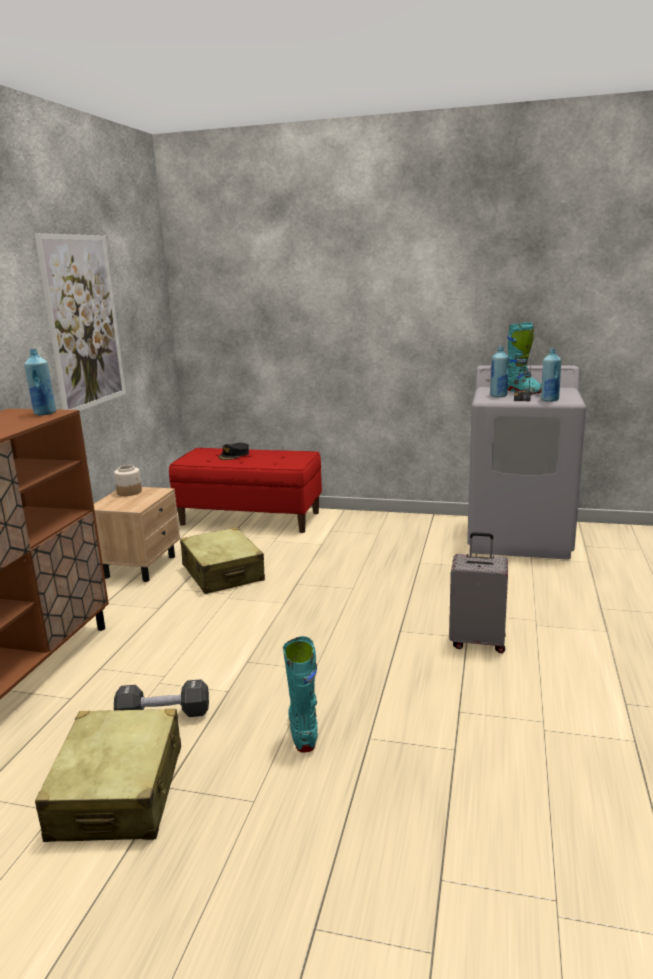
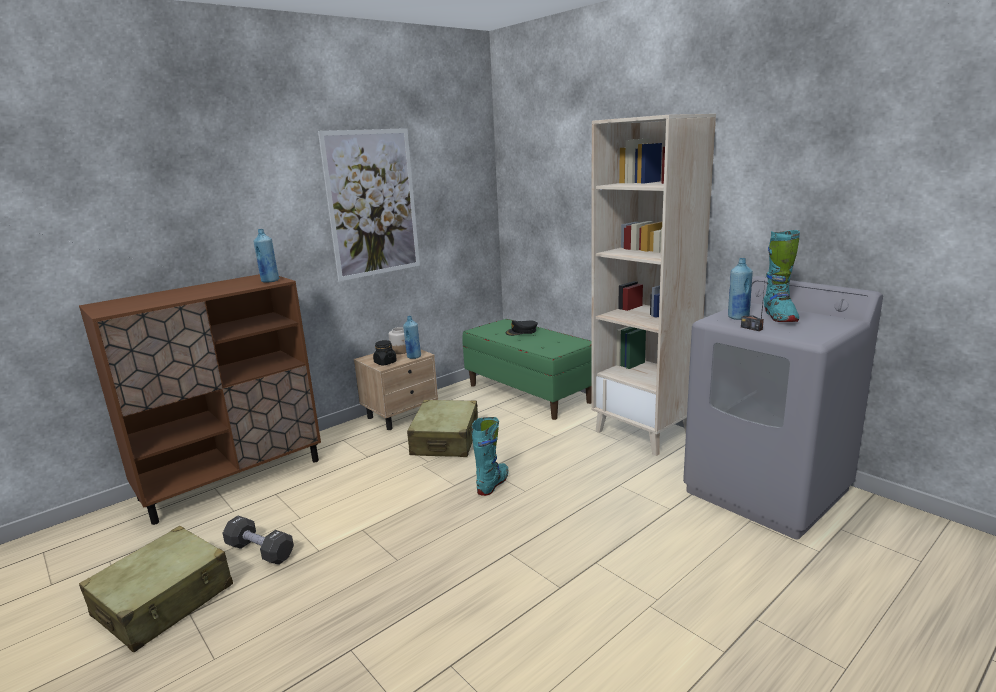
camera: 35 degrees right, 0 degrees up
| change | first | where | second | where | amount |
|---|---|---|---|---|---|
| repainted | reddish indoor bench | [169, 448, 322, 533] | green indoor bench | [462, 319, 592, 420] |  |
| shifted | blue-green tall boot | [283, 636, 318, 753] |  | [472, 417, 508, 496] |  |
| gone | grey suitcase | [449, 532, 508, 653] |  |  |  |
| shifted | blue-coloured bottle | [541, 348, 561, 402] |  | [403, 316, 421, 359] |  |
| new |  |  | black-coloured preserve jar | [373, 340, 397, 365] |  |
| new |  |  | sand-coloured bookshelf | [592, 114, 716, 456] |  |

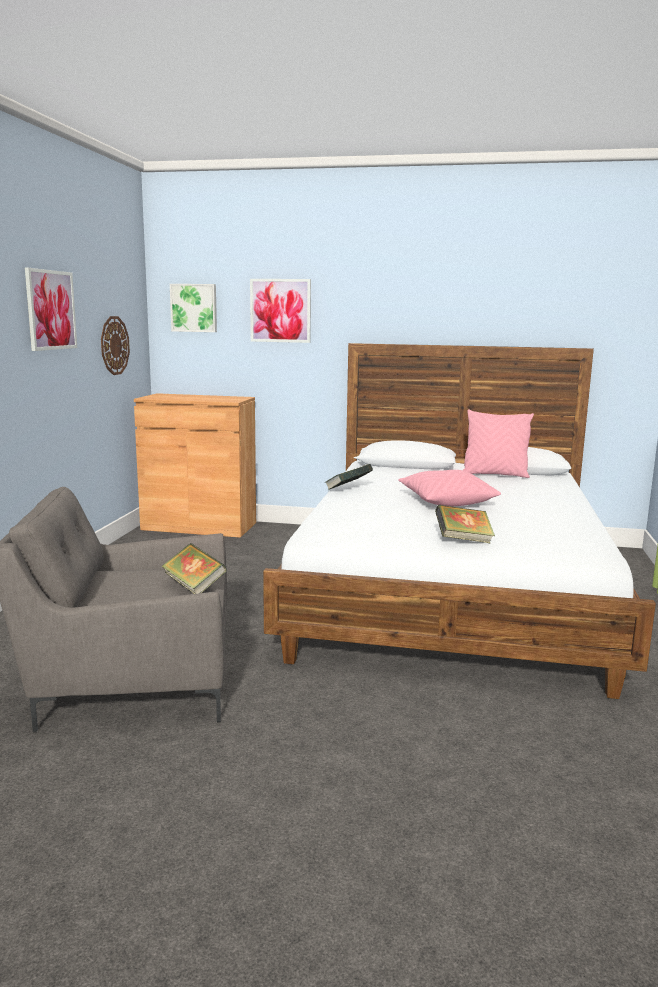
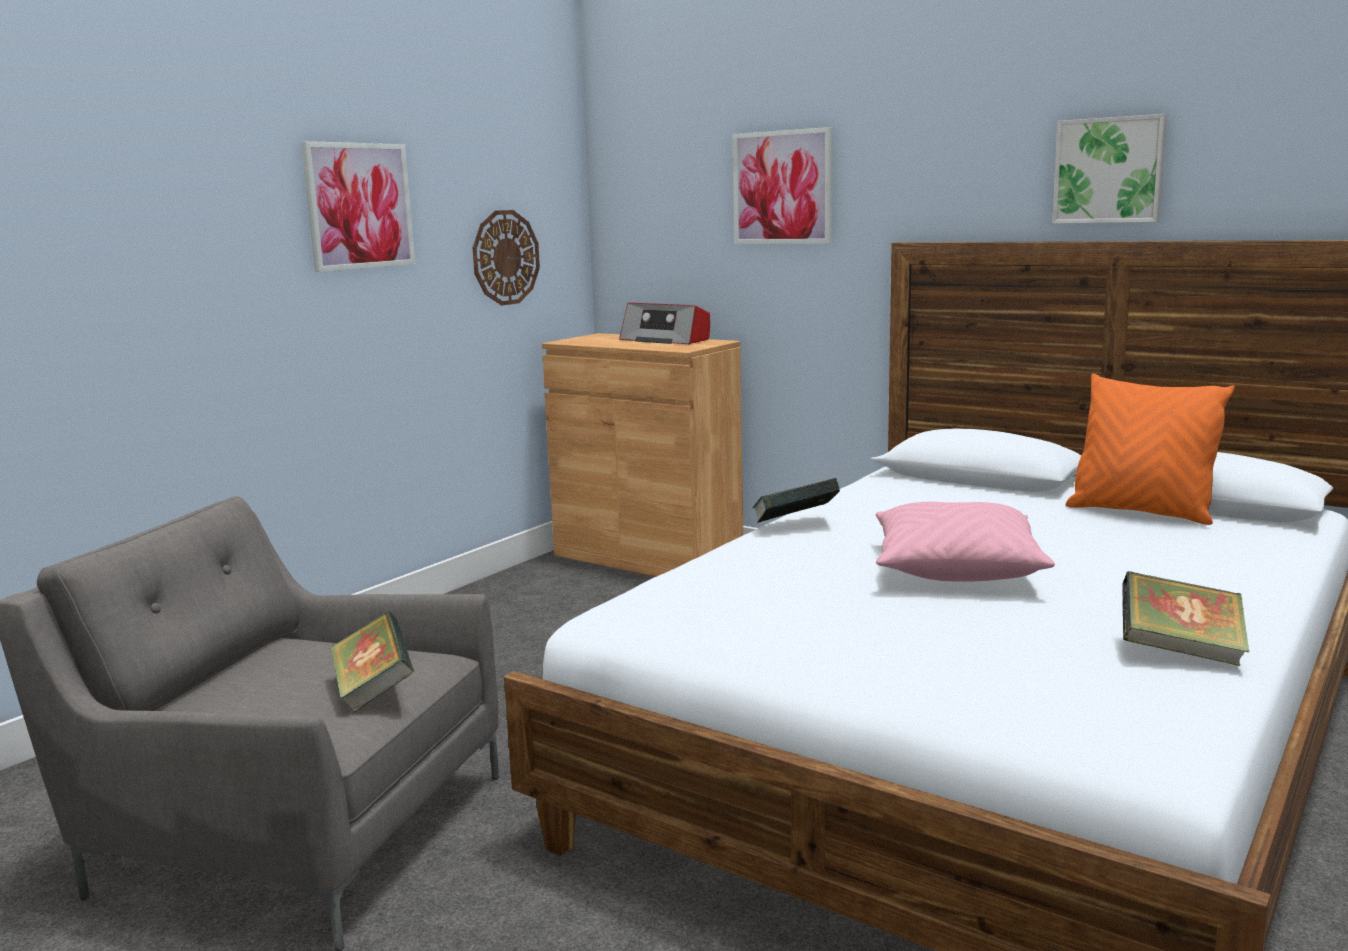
camera: 25 degrees right, 0 degrees up
| change | first | where | second | where | amount |
|---|---|---|---|---|---|
| shifted | wall picture | [170, 284, 217, 332] |  | [1052, 114, 1167, 224] |  |
| shifted | volume | [435, 505, 495, 543] |  | [1122, 571, 1250, 666] |  |
| repainted | pinkish throw pillow | [463, 409, 534, 478] | orange throw pillow | [1066, 373, 1235, 525] |  |
| new |  |  | radio receiver | [619, 303, 710, 344] |  |

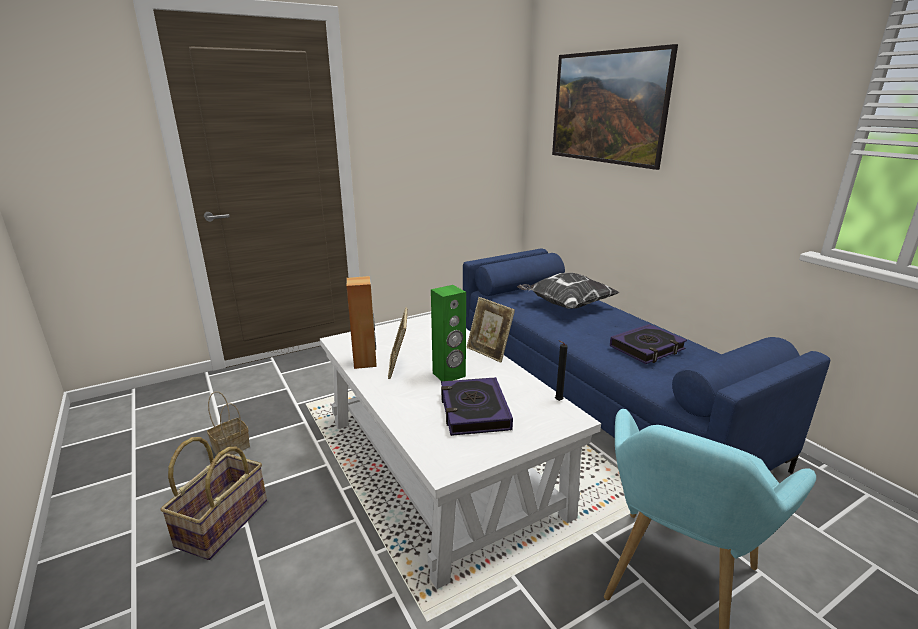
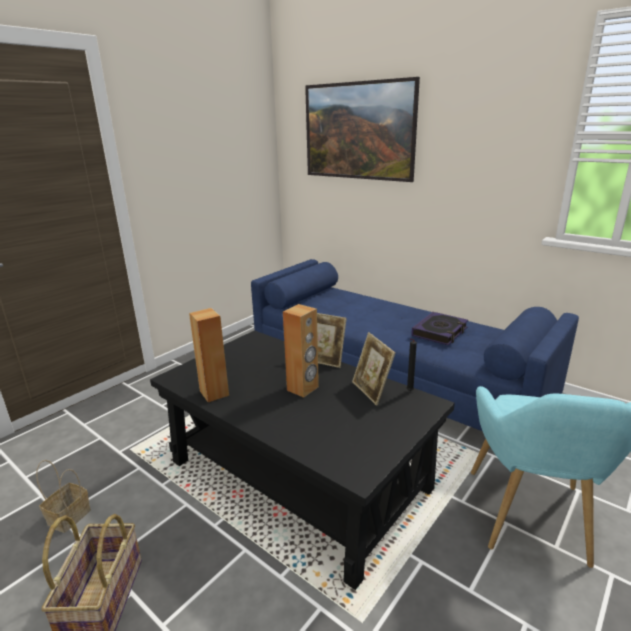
camera: 20 degrees left, 0 degrees up
| change | first | where | second | where | amount |
|---|---|---|---|---|---|
| repainted | whitish low table | [320, 314, 601, 589] | black-coloured low table | [150, 330, 455, 590] |  |
| shifted | standing frame | [388, 308, 407, 379] |  | [352, 332, 395, 405] |  |
| repainted | green speaker | [431, 285, 466, 381] | brown speaker | [283, 304, 319, 398] |  |
| gone | volume | [441, 377, 513, 436] |  |  |  |
| gone | throw pillow | [517, 273, 620, 309] |  |  |  |

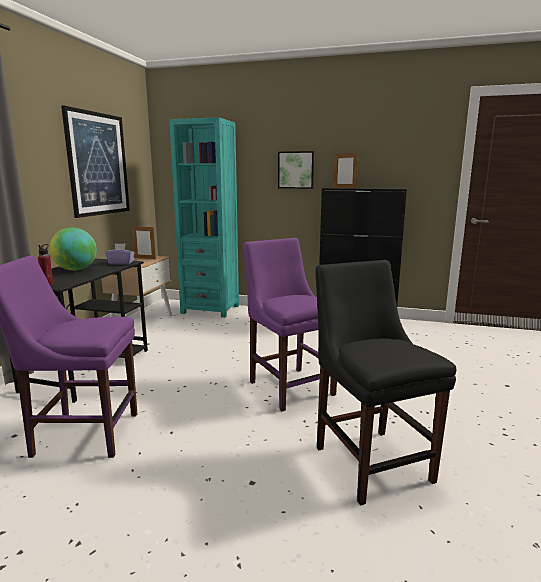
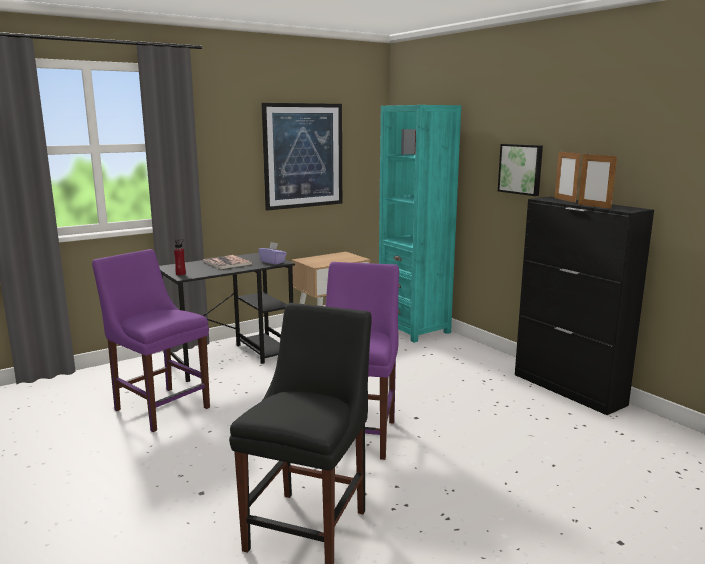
camera: 40 degrees right, 0 degrees up
| change | first | where | second | where | amount |
|---|---|---|---|---|---|
| swapped | globe | [49, 228, 97, 271] | volume | [203, 255, 252, 270] |  |
| shifted | standing frame | [132, 225, 156, 259] |  | [578, 153, 617, 209] |  |

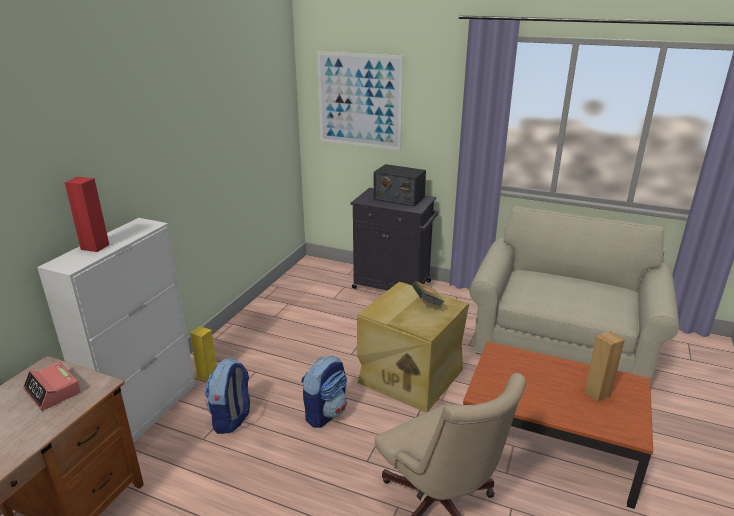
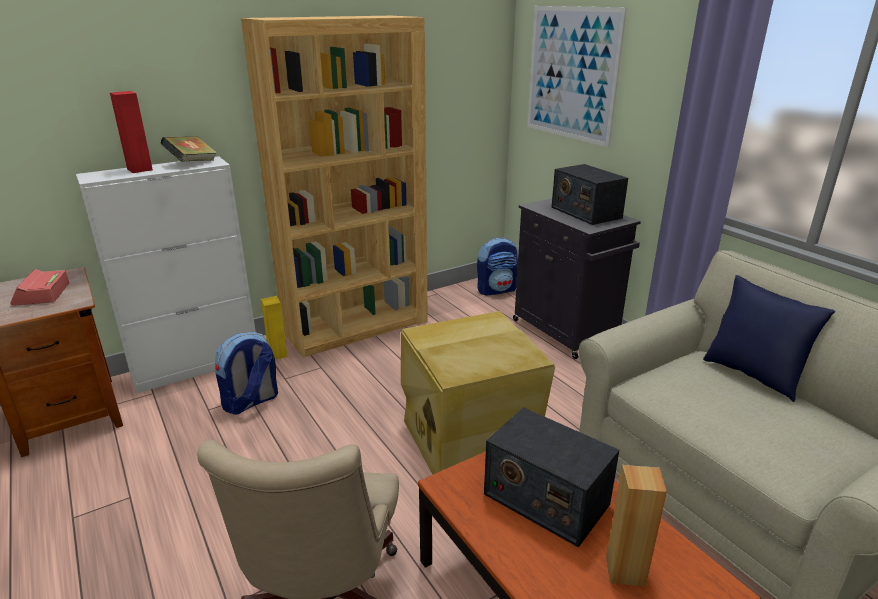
camera: 35 degrees right, 0 degrees up
| change | first | where | second | where | amount |
|---|---|---|---|---|---|
| shifted | rucksack | [301, 356, 347, 428] |  | [477, 238, 518, 295] |  |
| shifted | volume | [412, 281, 445, 307] |  | [161, 137, 217, 161] |  |
| new |  |  | brown bookshelf | [241, 16, 428, 358] |  |
| new |  |  | radio receiver | [484, 407, 619, 548] |  |
| new |  |  | blue-coloured throw pillow | [703, 275, 835, 402] |  |

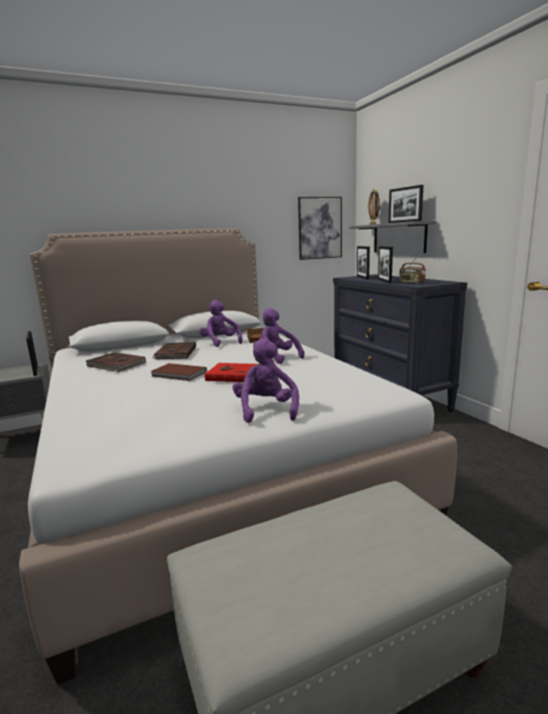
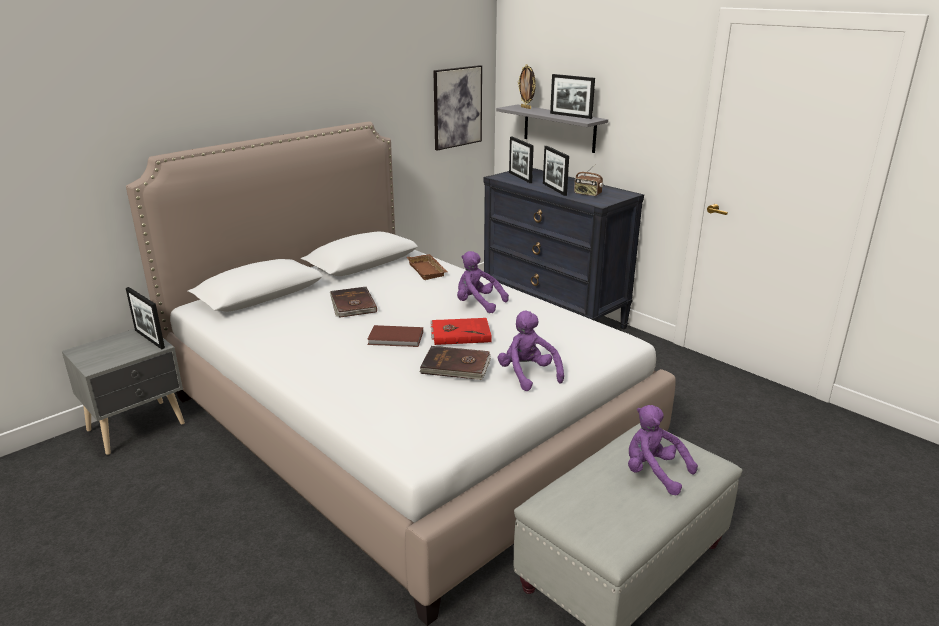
camera: 20 degrees left, 10 degrees up
| change | first | where | second | where | amount |
|---|---|---|---|---|---|
| shifted | brown volume | [86, 352, 146, 372] |  | [419, 346, 491, 380] |  |
| shifted | purplish soft toy | [199, 300, 243, 347] |  | [628, 405, 698, 495] |  |

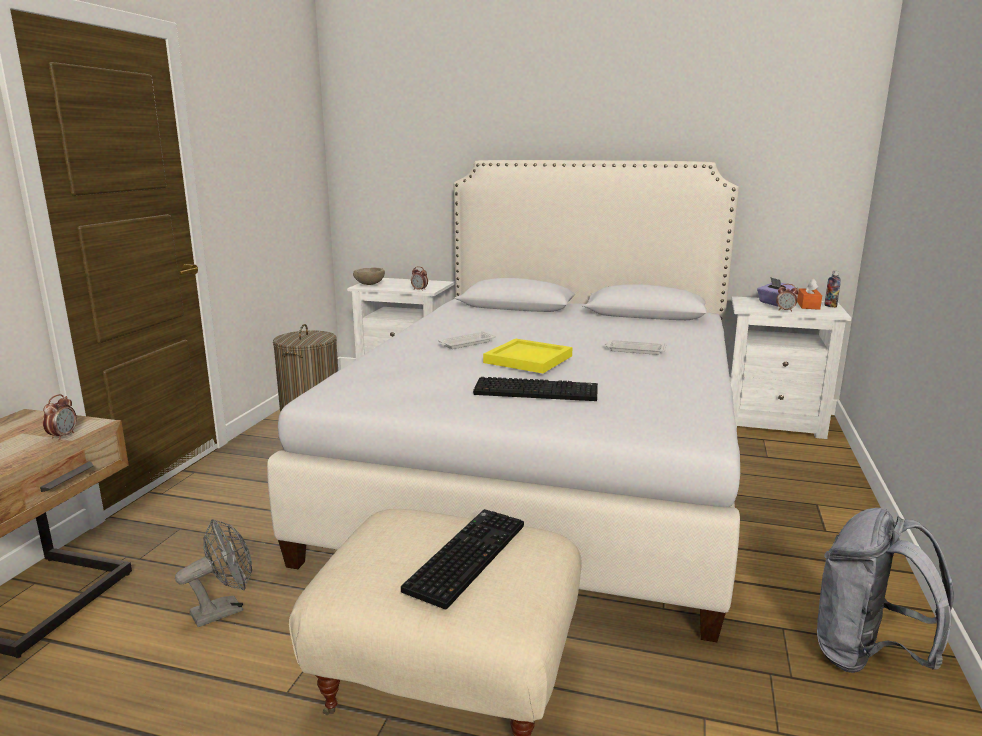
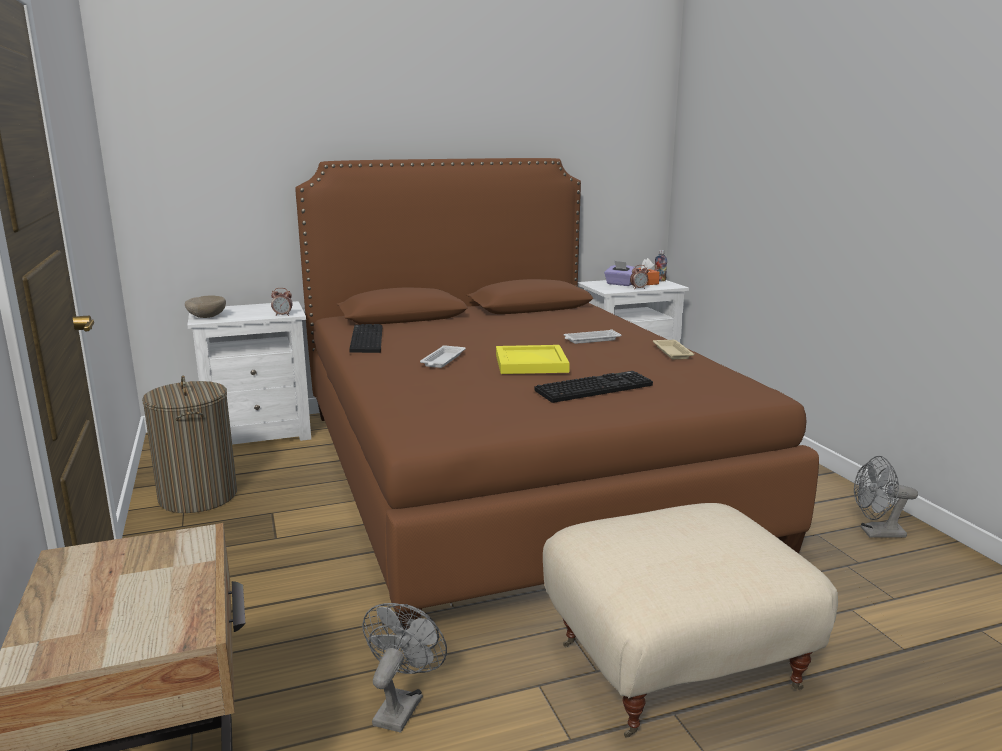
camera: 35 degrees left, 0 degrees up
| change | first | where | second | where | amount |
|---|---|---|---|---|---|
| gone | alarm clock | [43, 394, 77, 441] |  |  |  |
| repainted | whitish bed | [267, 160, 740, 642] | brown bed | [295, 158, 819, 629] |  |
| shifted | PC keyboard | [401, 509, 524, 610] |  | [349, 324, 382, 353] |  |
| swapped | grey rucksack | [817, 508, 955, 673] | grey fan | [854, 456, 918, 538] |  |
| new |  |  | sand-coloured carrying tray | [653, 340, 695, 359] |  |

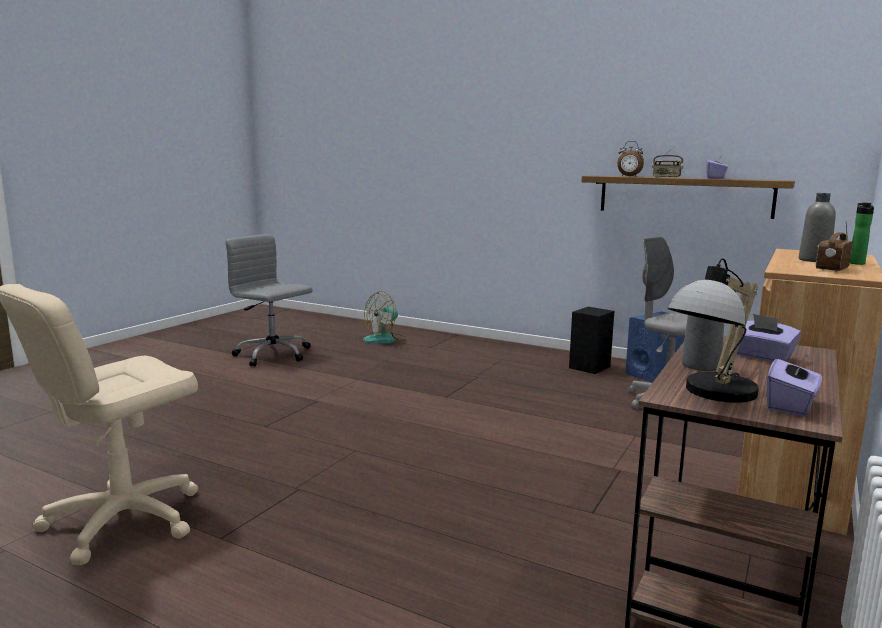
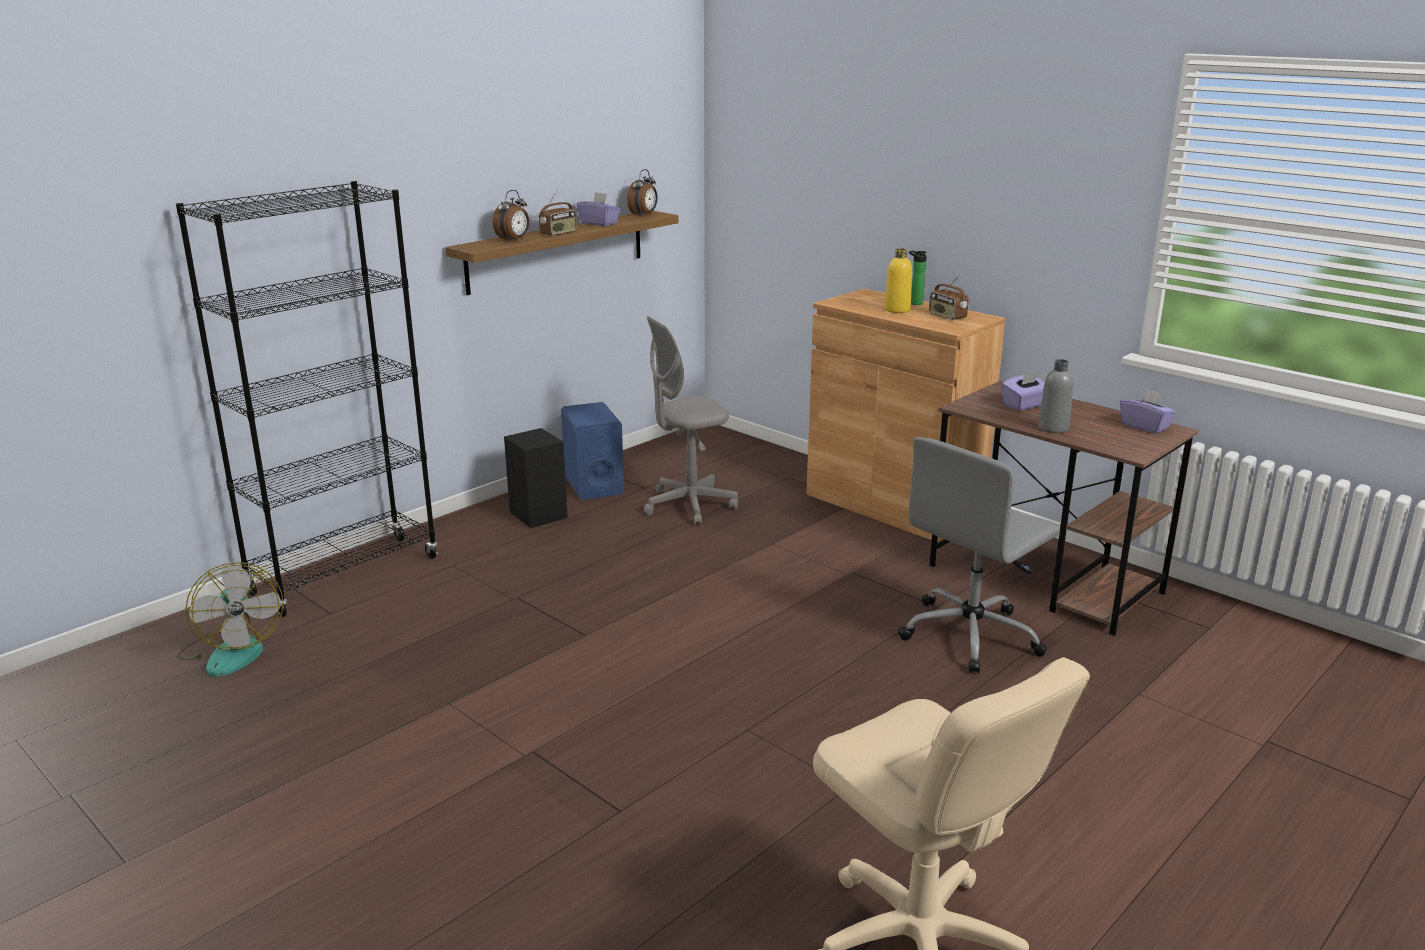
camera: 75 degrees left, 10 degrees up
| change | first | where | second | where | amount |
|---|---|---|---|---|---|
| shifted | grey desk chair | [225, 234, 313, 367] |  | [898, 437, 1059, 673] |  |
| gone | lamp for a table | [667, 258, 759, 403] |  |  |  |
| repainted | grey bottle | [799, 193, 836, 262] | yellowish bottle | [884, 248, 912, 313] |  |
| new |  |  | black-coloured bookshelf | [176, 181, 438, 617] |  |
| new |  |  | alarm clock | [627, 169, 658, 216] |  |

